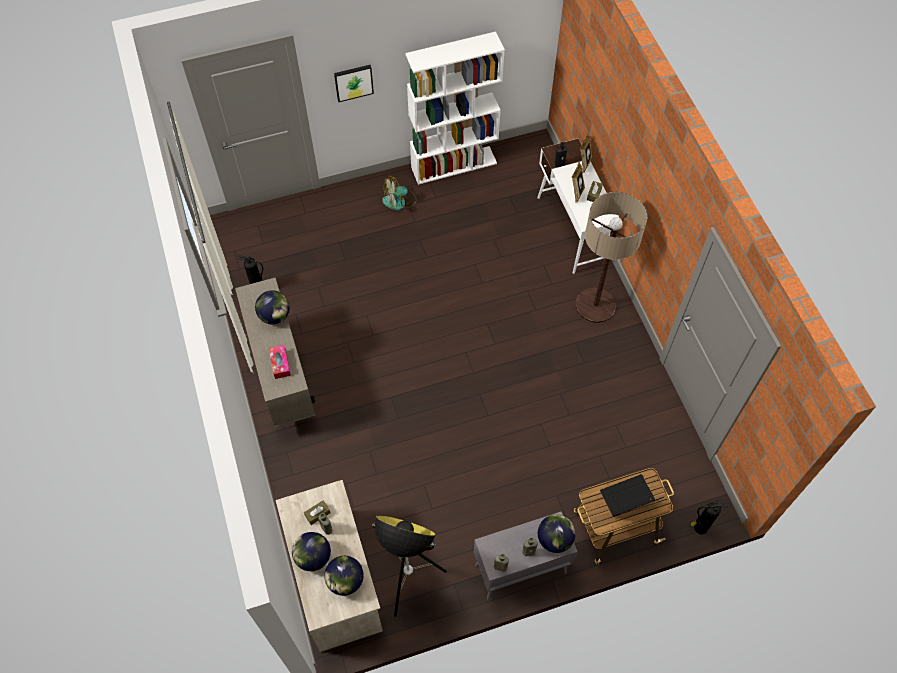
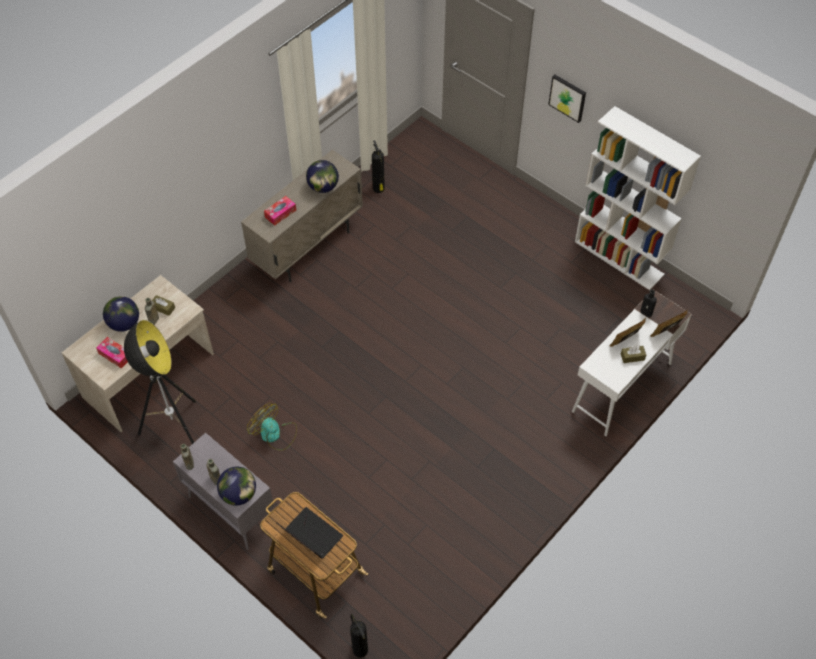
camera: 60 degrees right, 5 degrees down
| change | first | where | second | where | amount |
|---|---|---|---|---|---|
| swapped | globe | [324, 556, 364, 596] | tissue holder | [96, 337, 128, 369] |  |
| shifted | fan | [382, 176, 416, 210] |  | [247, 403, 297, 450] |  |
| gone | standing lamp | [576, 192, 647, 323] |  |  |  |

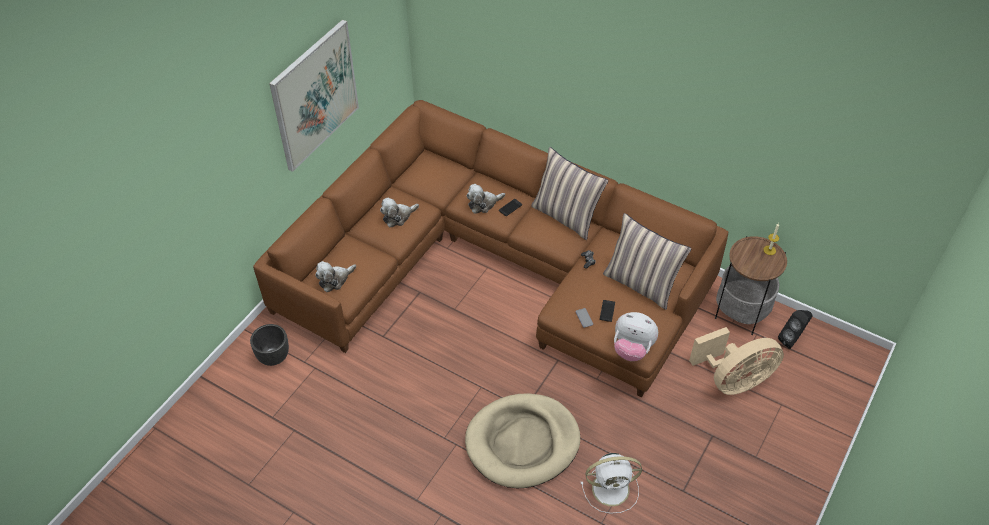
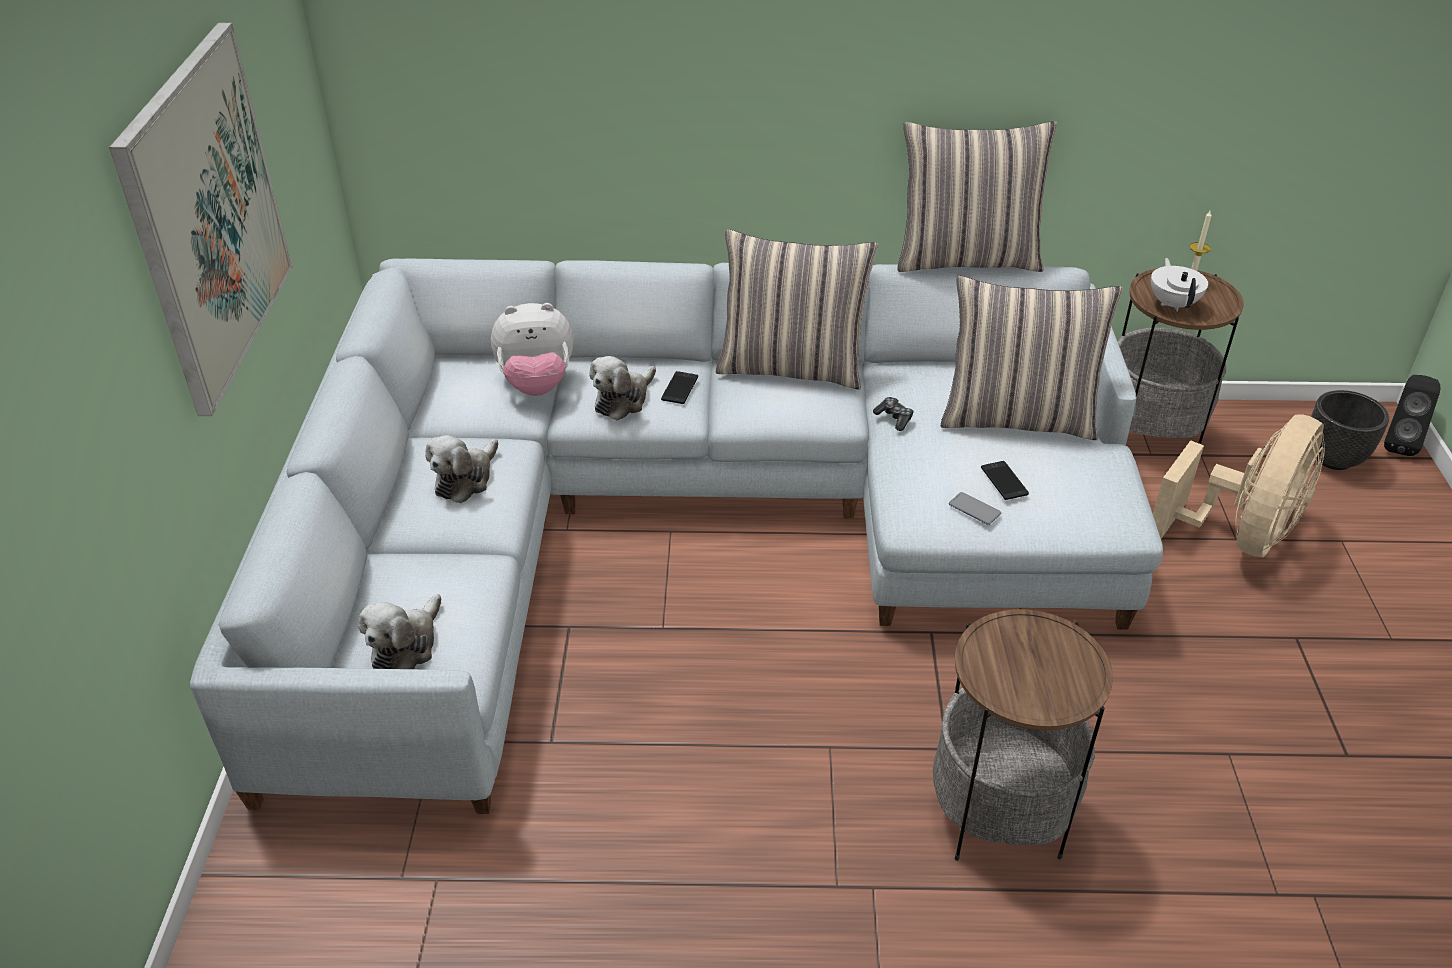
camera: 30 degrees left, 10 degrees down
| change | first | where | second | where | amount |
|---|---|---|---|---|---|
| shifted | black-coloured planter | [250, 324, 289, 366] |  | [1311, 390, 1389, 470] |  |
| repainted | brown couch | [253, 100, 728, 398] | grey couch | [190, 259, 1163, 814] |  |
| swapped | sand-coloured dog cushion | [465, 393, 580, 488] | side table | [933, 609, 1113, 861] |  |
| gone | whitish fan | [581, 453, 642, 514] |  |  |  |
| shifted | soft toy | [614, 312, 658, 361] |  | [491, 303, 573, 396] |  |
| shifted | black-coloured speaker | [778, 310, 812, 349] |  | [1384, 375, 1440, 456] |  |
| new |  |  | throw pillow | [897, 121, 1057, 272] |  |
| new |  |  | whitish teapot | [1151, 258, 1208, 312] |  |

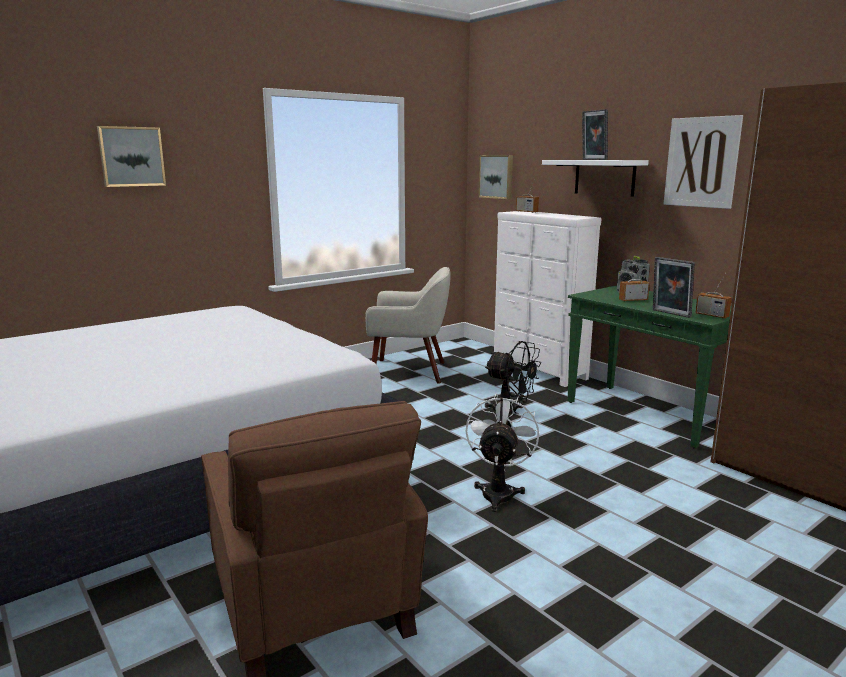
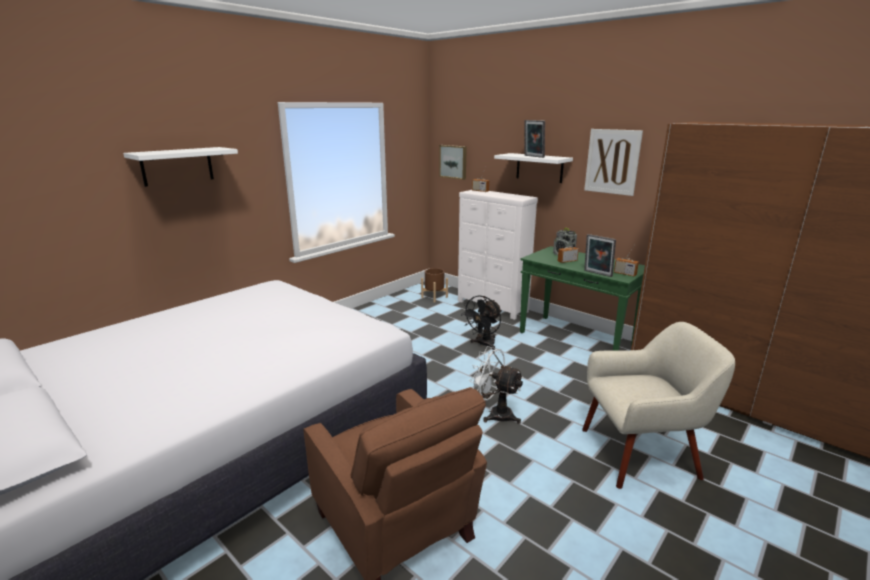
camera: 10 degrees left, 5 degrees up
| change | first | where | second | where | amount |
|---|---|---|---|---|---|
| swapped | wall picture | [97, 126, 166, 187] | whitish wall shelf | [123, 147, 238, 187] |  |
| shifted | sand-coloured lounge chair | [365, 267, 451, 383] |  | [582, 322, 735, 489] |  |
| rotated | whitish fan | [465, 393, 540, 512] |  | [469, 346, 524, 424] | 60 degrees counterclockwise |
| rotated | black-coloured fan | [485, 341, 541, 419] |  | [462, 295, 502, 350] | 105 degrees clockwise |
| new |  |  | brown planter | [421, 268, 448, 303] |  |

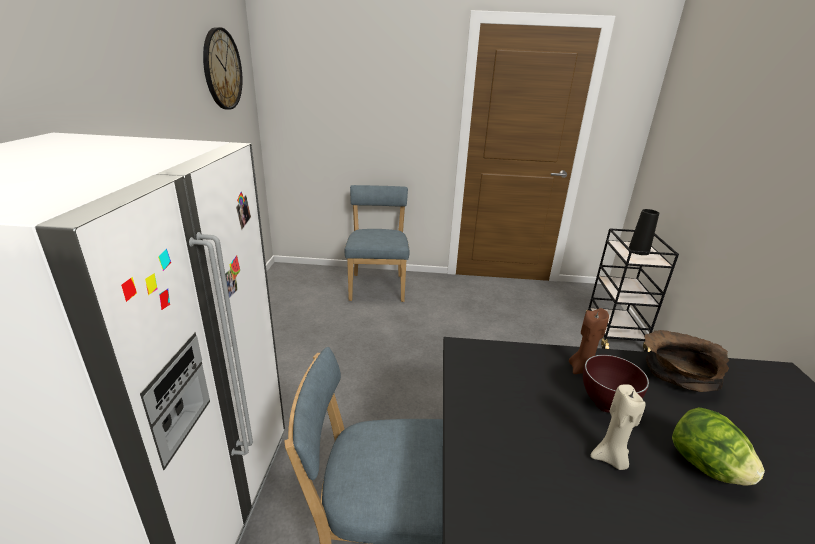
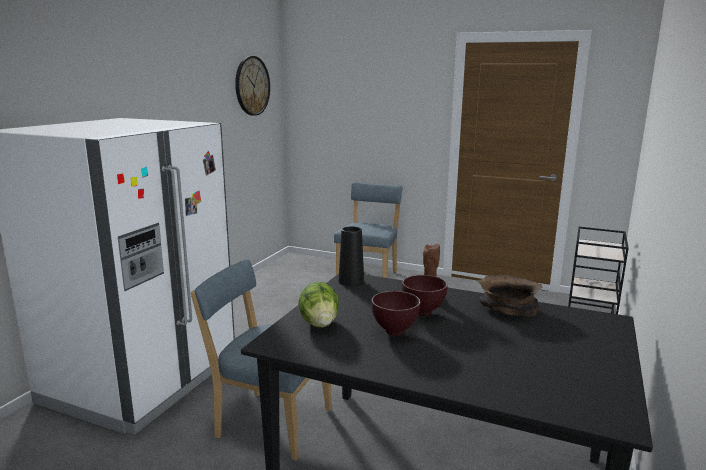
camera: 20 degrees right, 10 degrees down
| change | first | where | second | where | amount |
|---|---|---|---|---|---|
| swapped | sand-coloured candle | [590, 384, 646, 470] | brown bowl | [371, 291, 420, 336] |  |
| shifted | black-coloured decorative vase | [629, 209, 659, 255] |  | [338, 226, 364, 286] |  |
| shifted | head of lettuce | [672, 407, 765, 486] |  | [298, 281, 339, 328] |  |

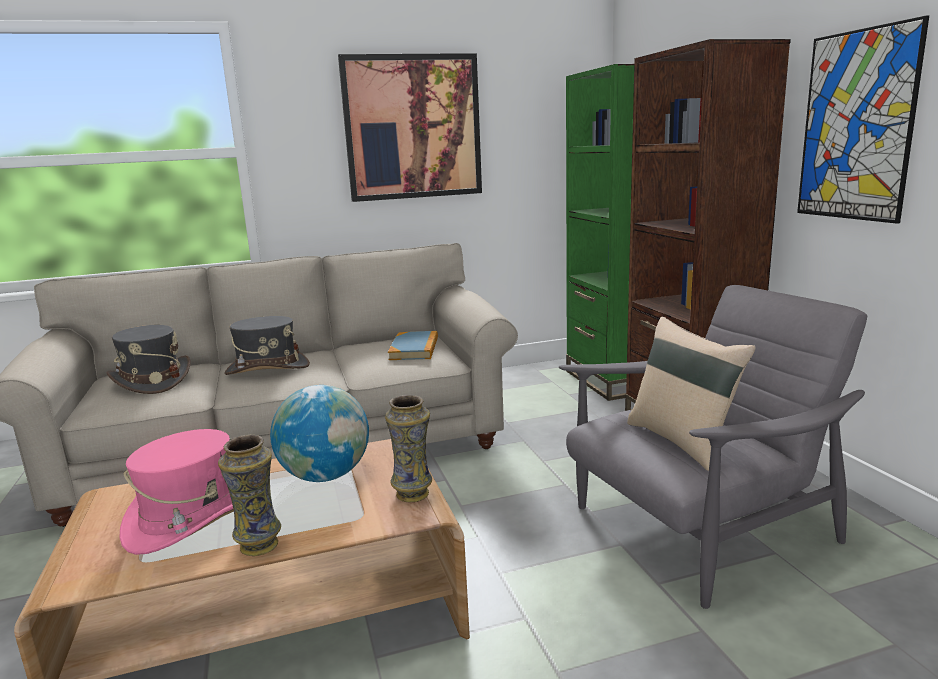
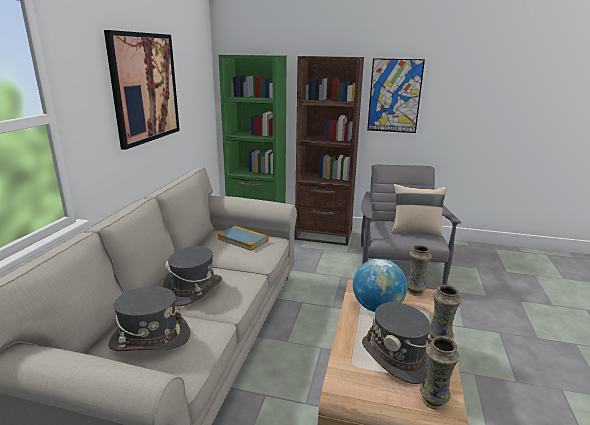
camera: 60 degrees left, 5 degrees up
| change | first | where | second | where | amount |
|---|---|---|---|---|---|
| repainted | pinkish clothing hat | [120, 429, 234, 555] | grey clothing hat | [362, 302, 431, 384] |  |
| new |  |  | decorative vase | [420, 336, 459, 410] |  |

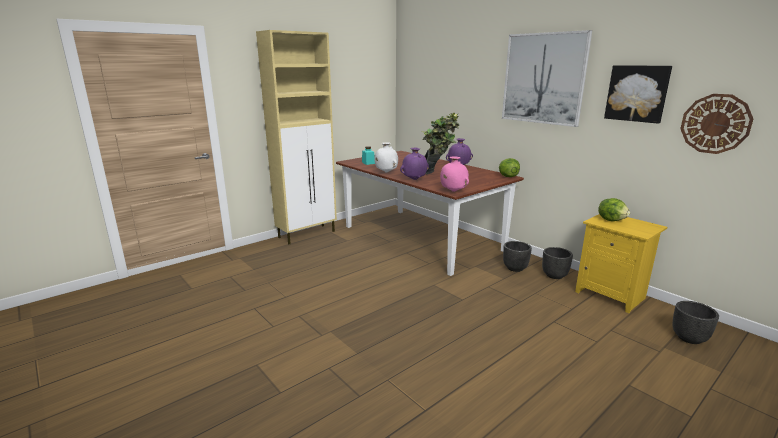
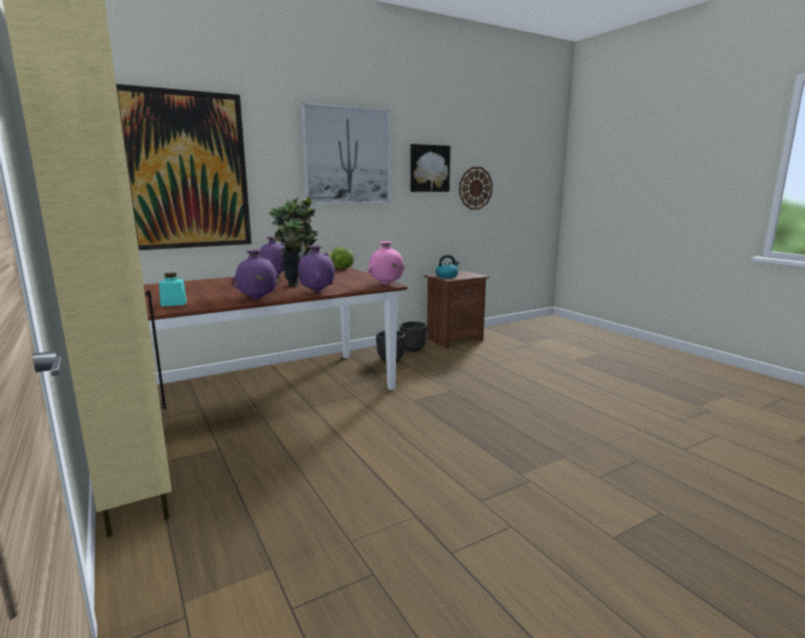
camera: 80 degrees left, 5 degrees down
| change | first | where | second | where | amount |
|---|---|---|---|---|---|
| repainted | whitish decorative vase | [375, 142, 398, 173] | purplish decorative vase | [232, 249, 281, 299] |  |
| repainted | yellowish night table | [575, 214, 667, 314] | brown night table | [424, 271, 489, 349] |  |
| swapped | head of lettuce | [598, 198, 630, 221] | water kettle | [436, 255, 459, 278] |  |
| gone | black-coloured planter | [673, 301, 719, 344] |  |  |  |
| new |  |  | wall picture | [116, 84, 252, 250] |  |

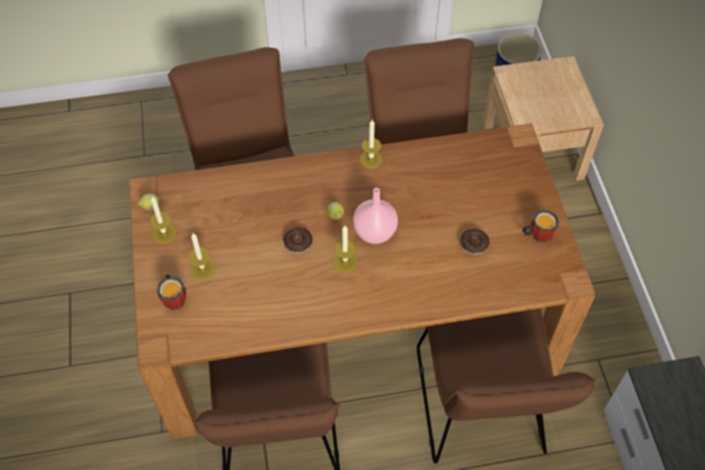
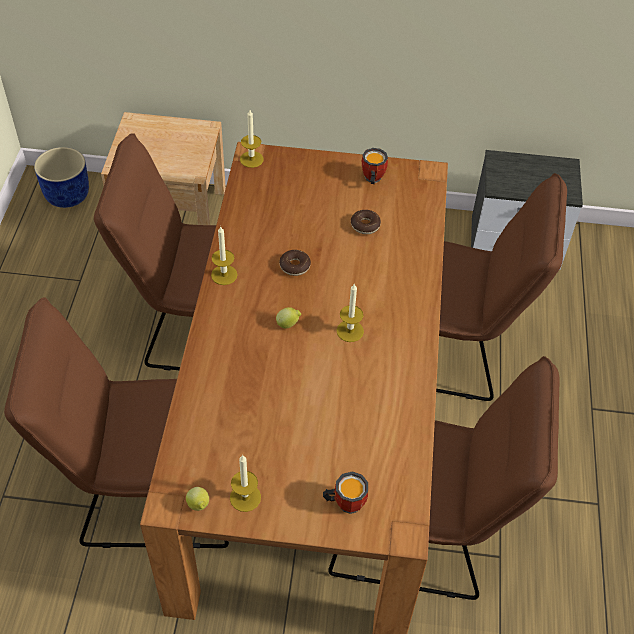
camera: 75 degrees left, 5 degrees down
| change | first | where | second | where | amount |
|---|---|---|---|---|---|
| shifted | candle | [189, 233, 215, 280] |  | [240, 110, 264, 168] |  |
| shifted | doughnut | [283, 227, 313, 254] |  | [279, 250, 311, 276] |  |
| gone | pinkish decorative vase | [353, 188, 398, 244] |  |  |  |

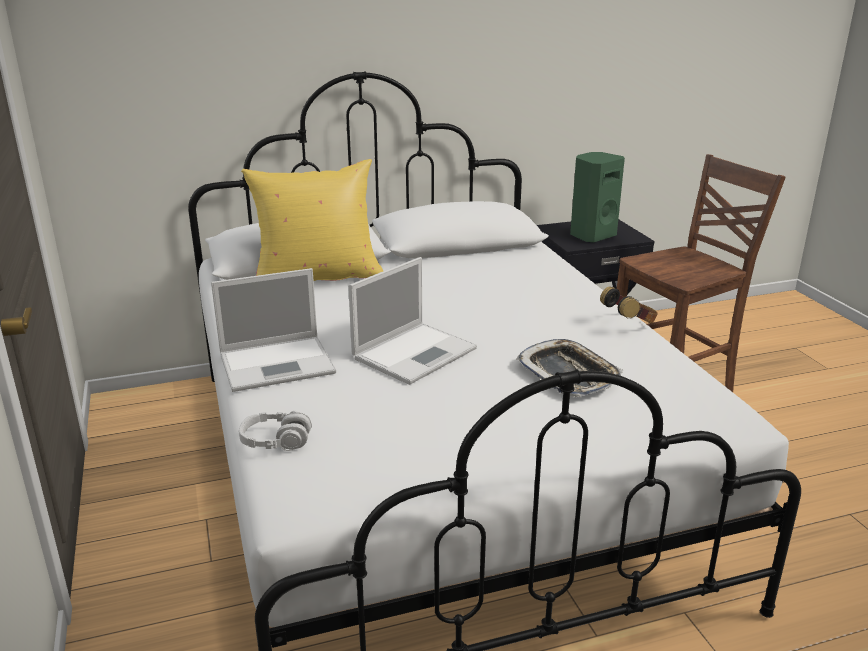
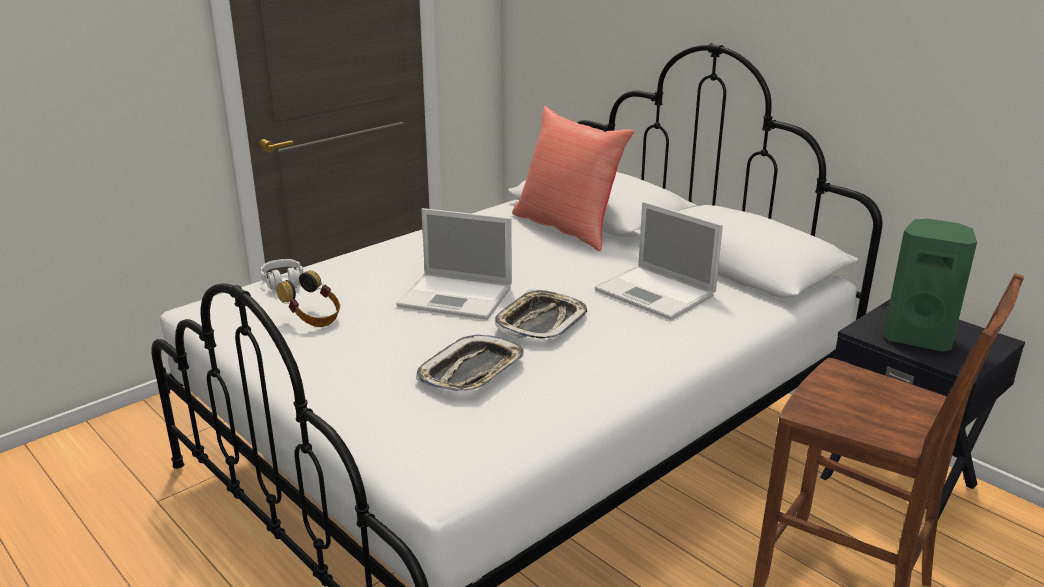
camera: 65 degrees right, 0 degrees up
| change | first | where | second | where | amount |
|---|---|---|---|---|---|
| shifted | notebook computer | [211, 268, 336, 392] |  | [595, 202, 723, 320] |  |
| repainted | yellowish throw pillow | [241, 159, 383, 281] | reddish throw pillow | [512, 106, 634, 251] |  |
| shifted | headset | [600, 286, 658, 324] |  | [276, 270, 340, 327] |  |
| new |  |  | carrying tray | [495, 290, 587, 340] |  |

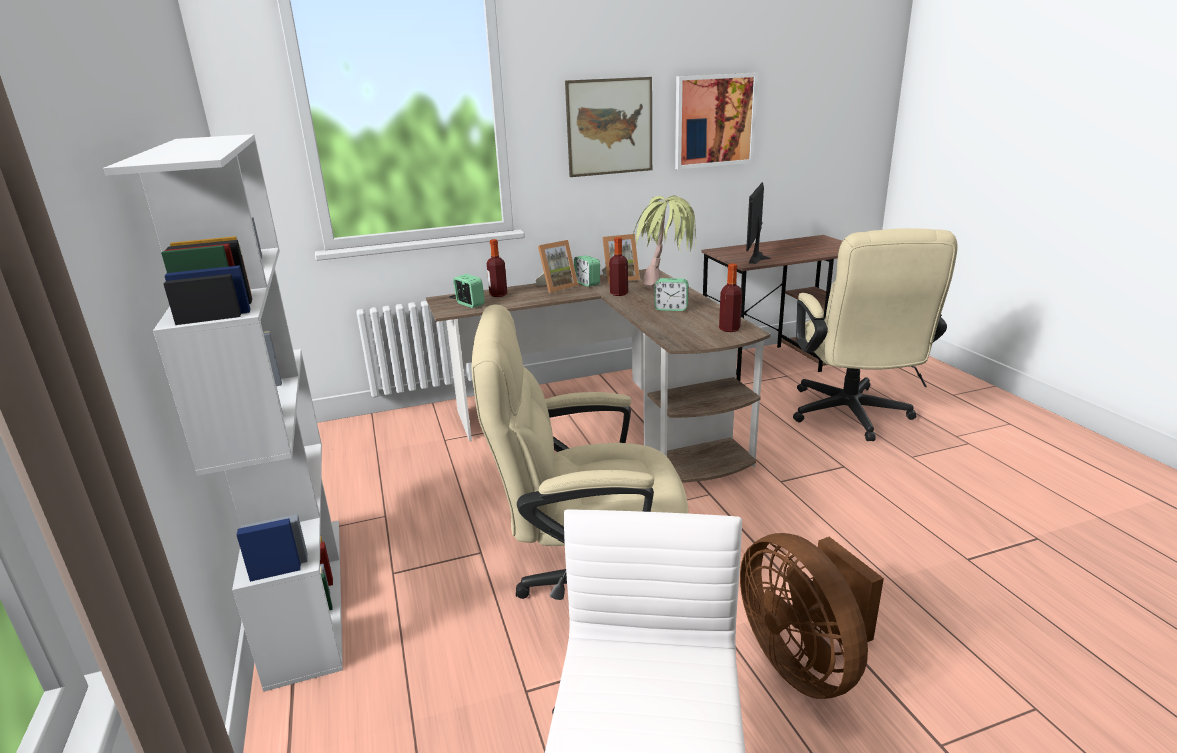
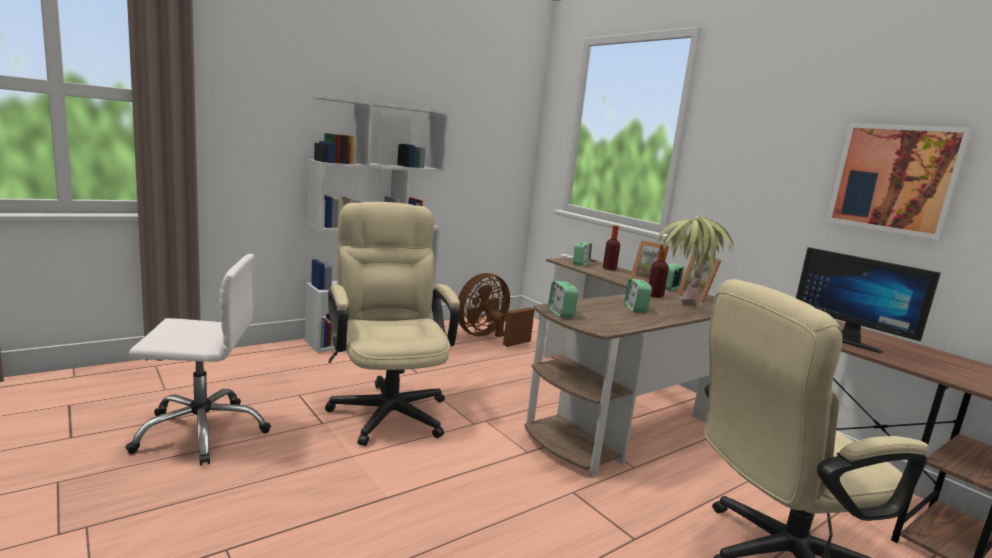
camera: 70 degrees right, 10 degrees down
| change | first | where | second | where | amount |
|---|---|---|---|---|---|
| gone | wall picture | [565, 77, 652, 177] |  |  |  |
| gone | bottle | [719, 264, 742, 332] |  |  |  |
| shifted | brown fan | [740, 533, 884, 699] |  | [458, 273, 535, 347] |  |
| rotated | monitor | [746, 182, 772, 264] |  | [796, 247, 941, 354] | 135 degrees counterclockwise |
| new |  |  | alarm clock | [548, 281, 578, 317] |  |

